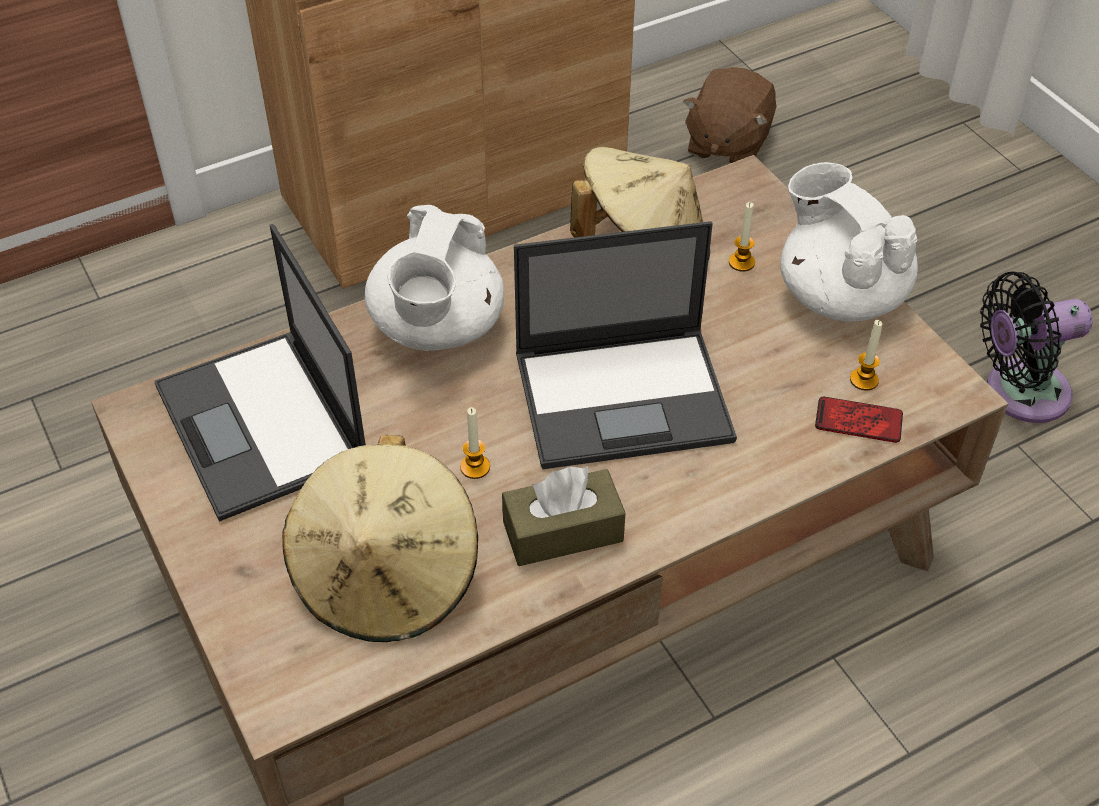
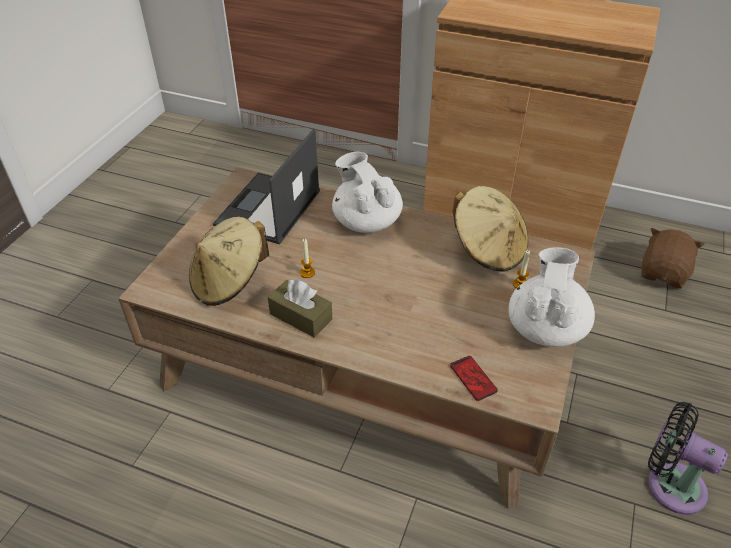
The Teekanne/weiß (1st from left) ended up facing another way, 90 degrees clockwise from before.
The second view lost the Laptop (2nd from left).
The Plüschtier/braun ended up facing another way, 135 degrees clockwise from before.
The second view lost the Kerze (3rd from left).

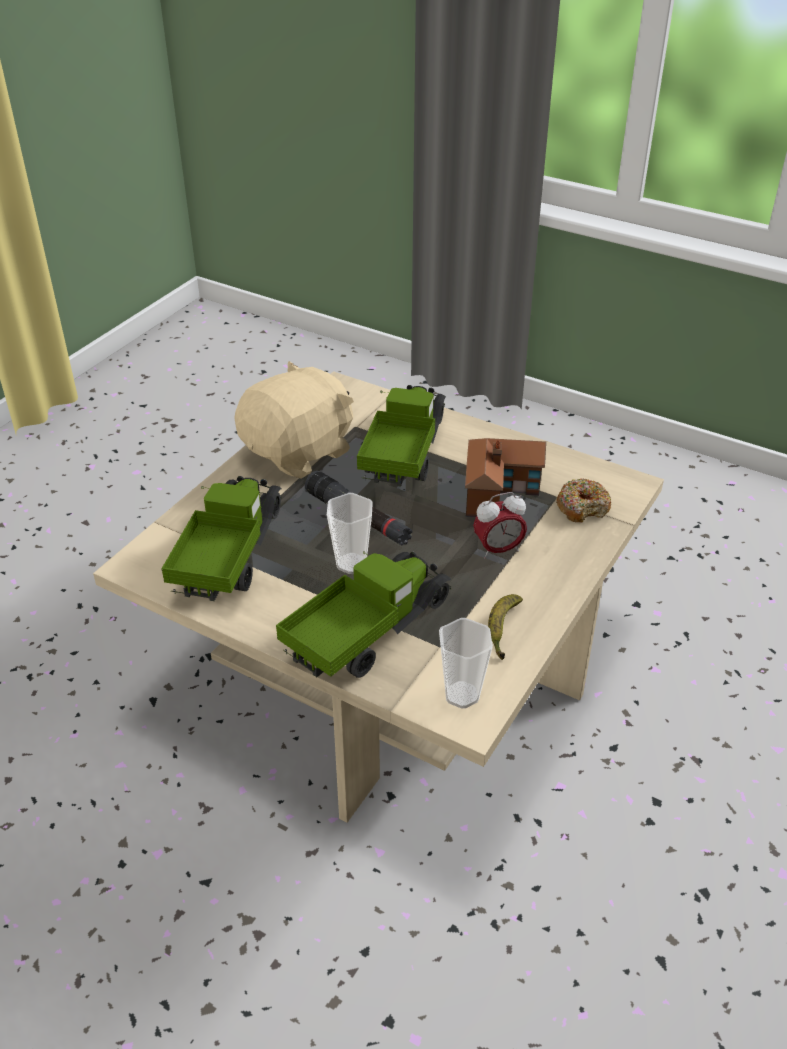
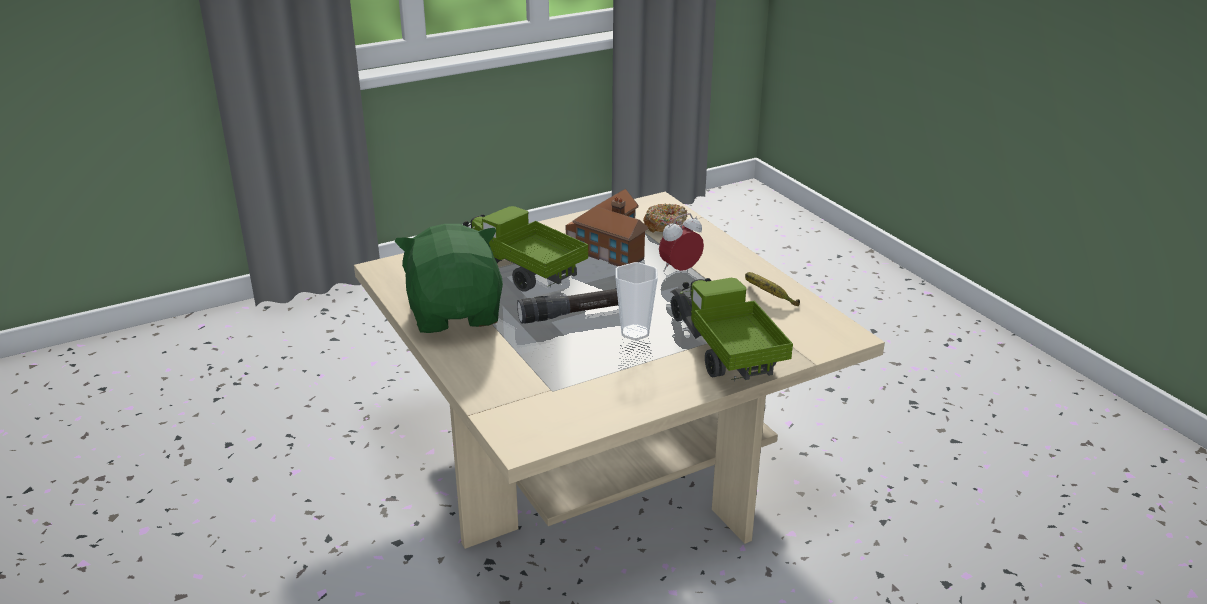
The second view lost the Spielzeuglaster (1st from left).
What was the Plüschtier/beige turned into the Plüschtier/grün.
The second view lost the Tasse (2nd from left).
The Wecker ended up facing another way, 135 degrees counterclockwise from before.

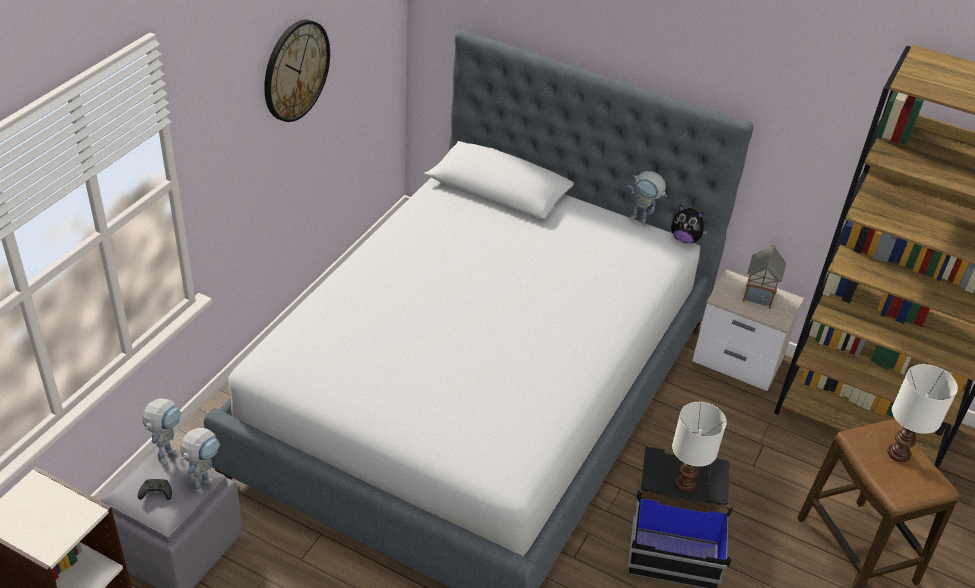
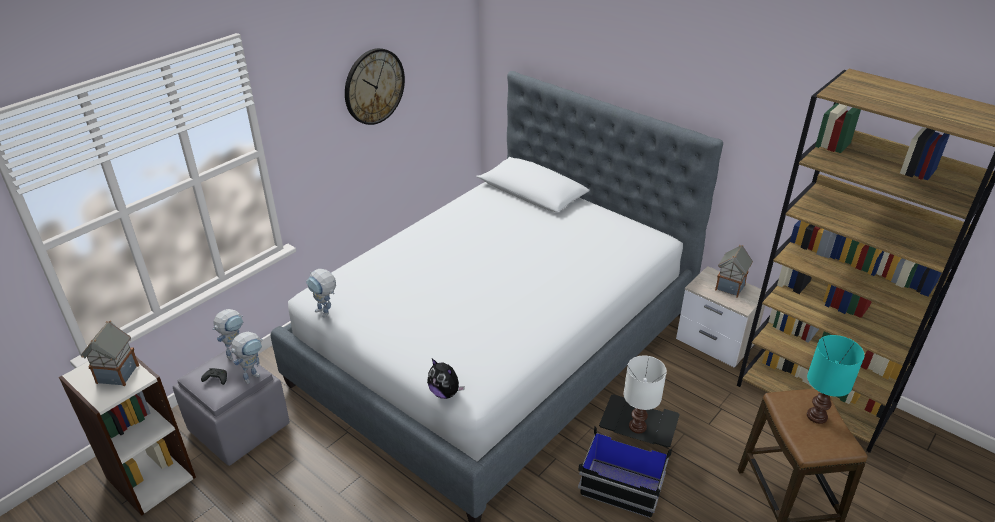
The Spielzeugroboter (3rd from left) ended up elsewhere.
The Plüschtier ended up elsewhere.
What was the Tischlampe/weiß (2nd from left) turned into the Tischlampe/türkis.
The second view gained the Spielzeughaus (1st from left).

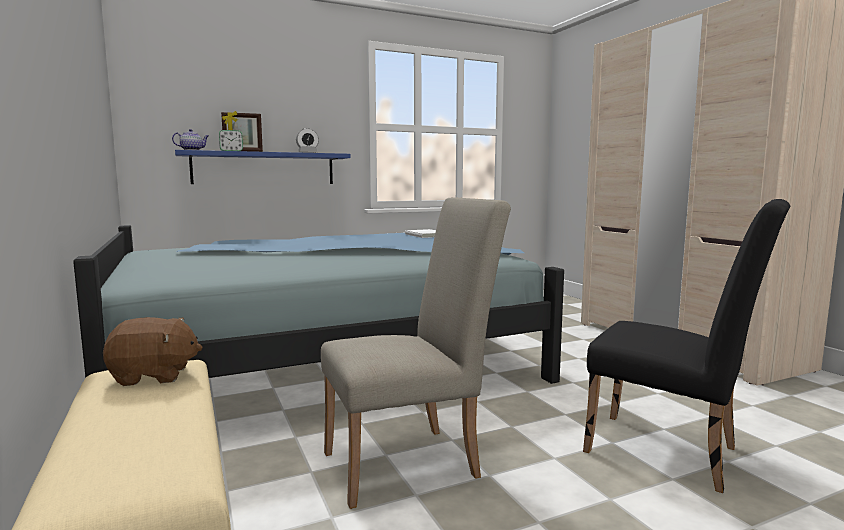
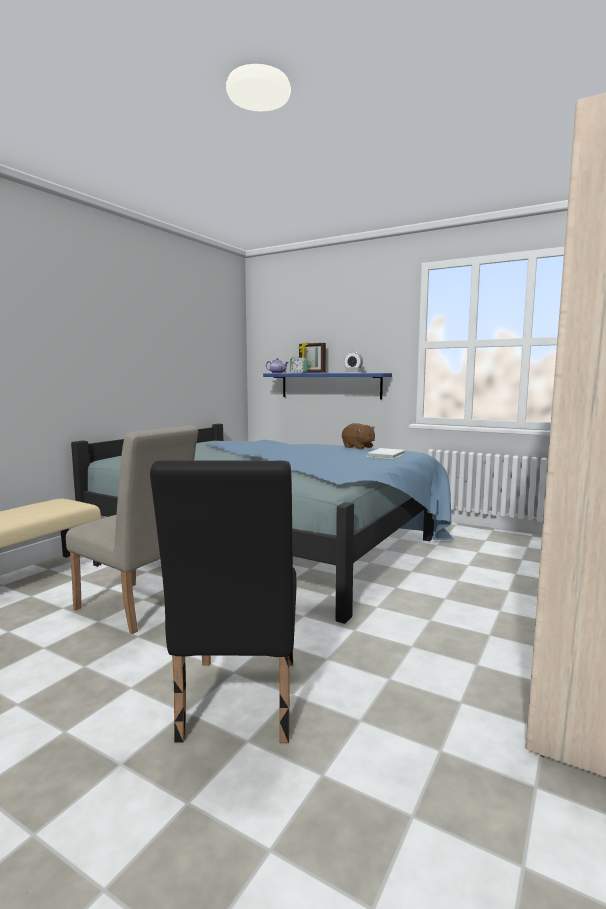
The Plüschtier/braun ended up elsewhere.

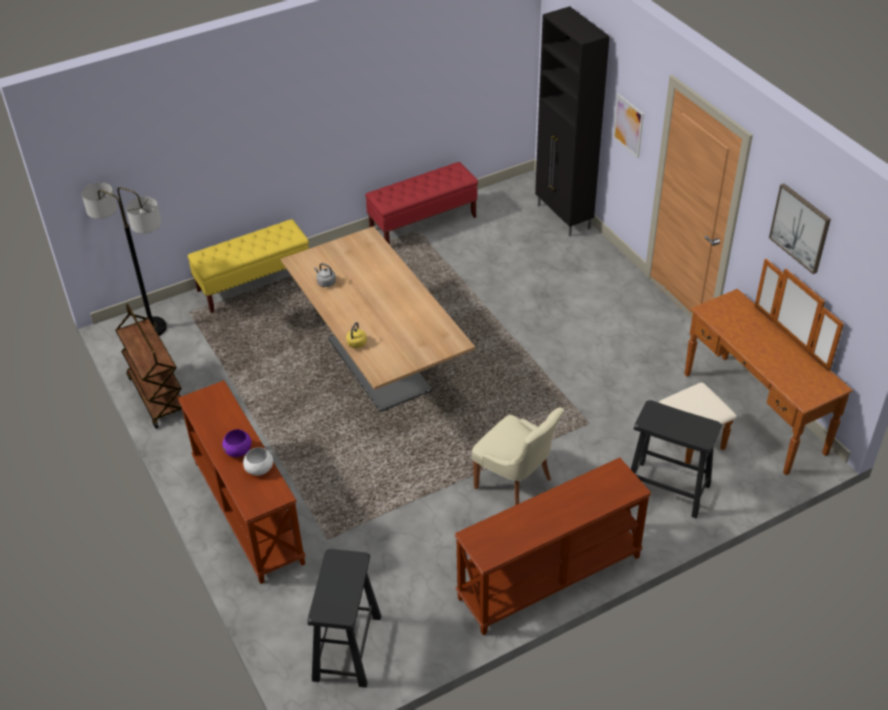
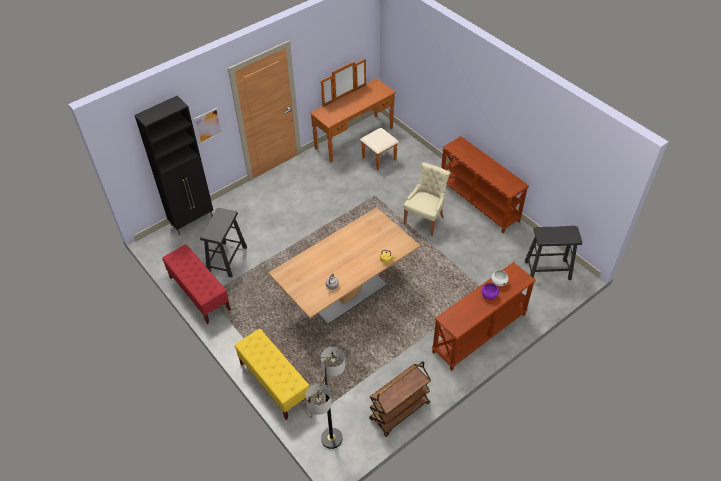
The Hocker/schwarz (2nd from left in the first image) ended up elsewhere.
The second view lost the Bild (2nd from left).

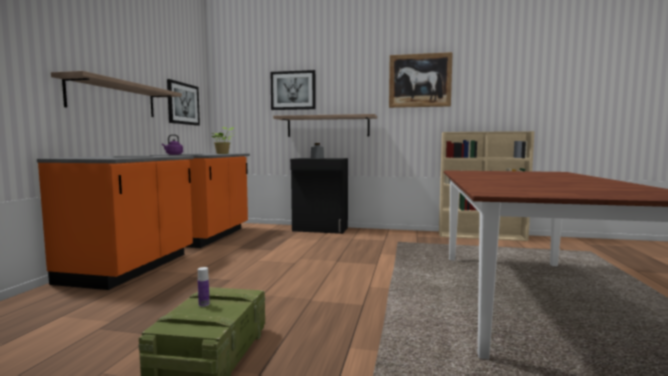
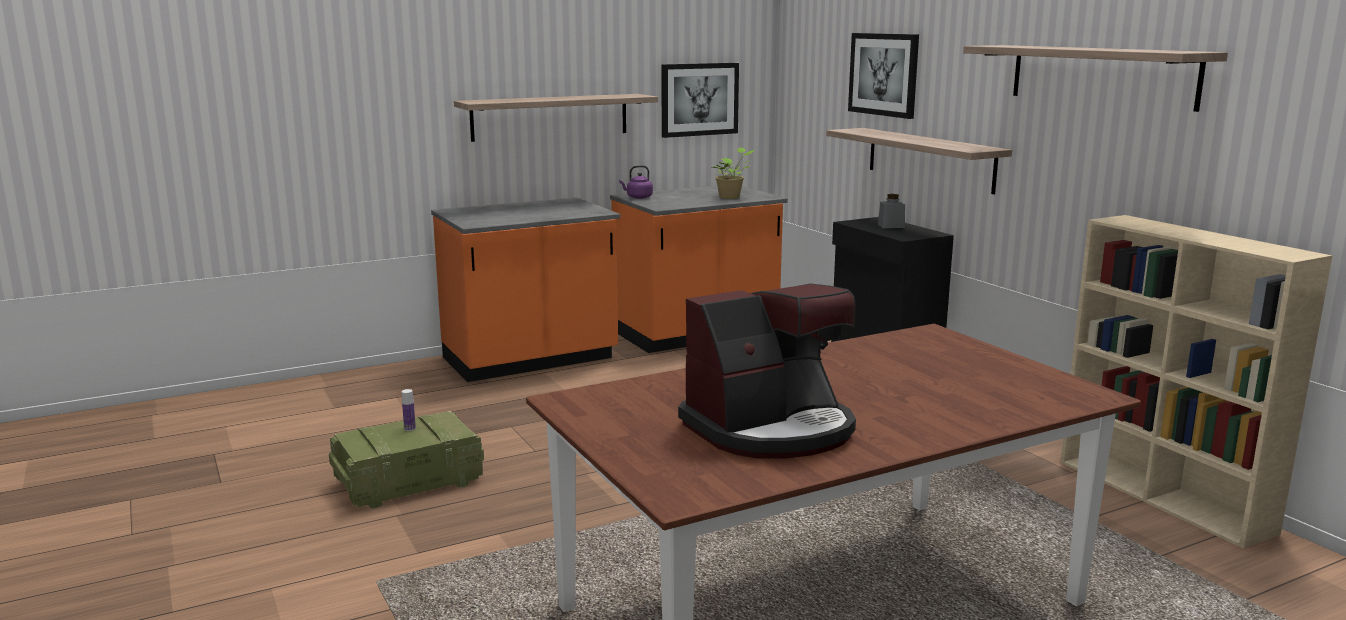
Where the Bild (3rd from left) hung, the Wandregal (3rd from left) came to hang.
The second view gained the Kaffeemaschine.

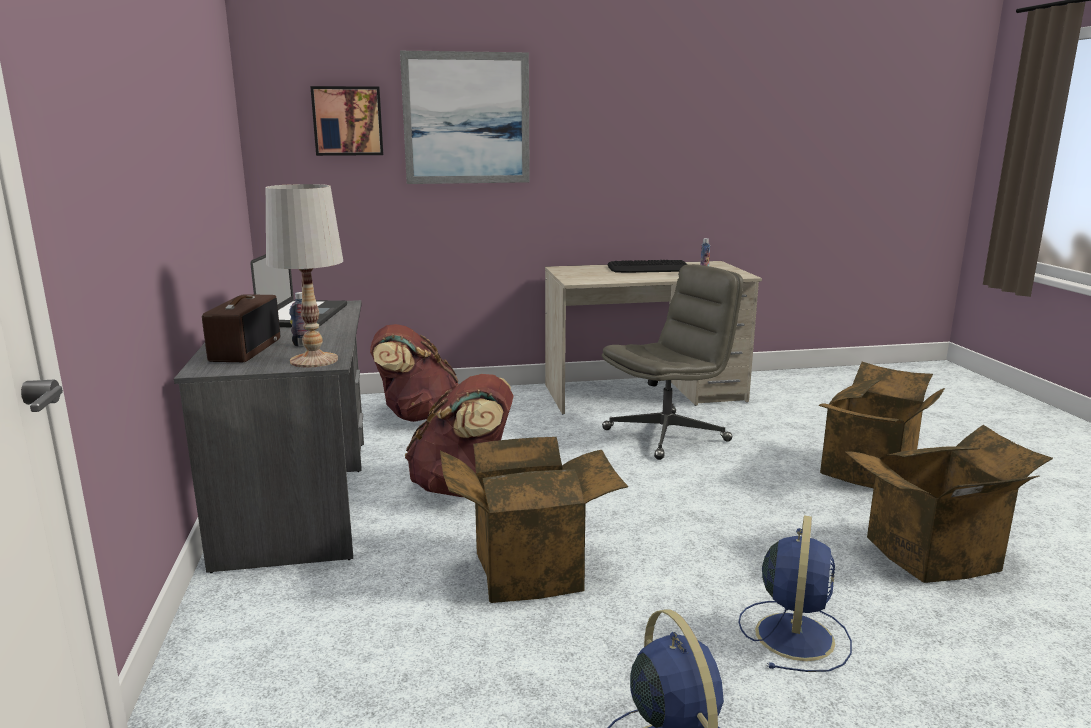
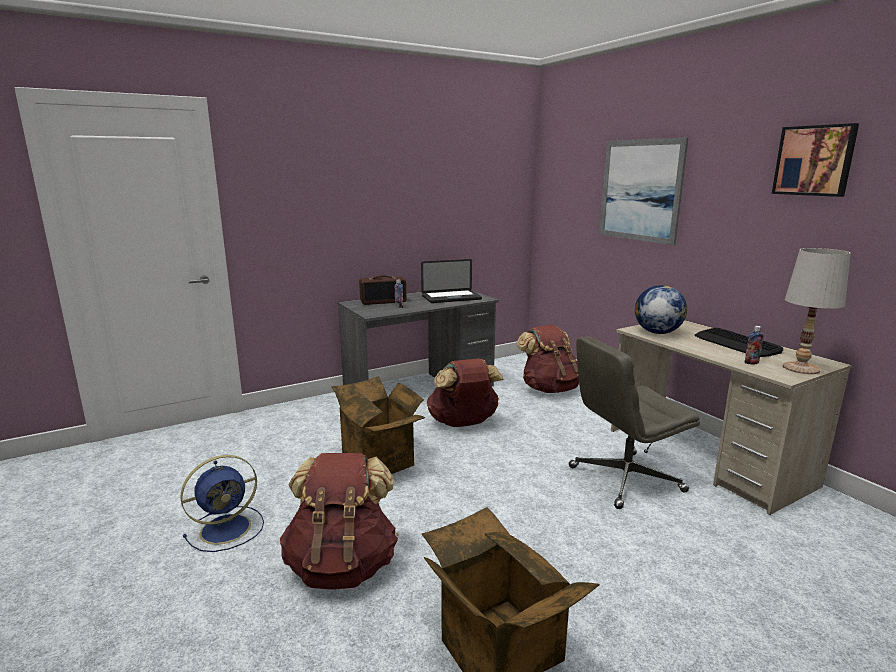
The Tischlampe/weiß ended up elsewhere.
The Bild (1st from left in the first image) ended up elsewhere.
The Bürostuhl/grau ended up facing another way, 120 degrees clockwise from before.
Where the Ventilator/blau (2nd from left) stood, the Rucksack/braun (1st from left) came to stand.
The second view lost the Karton (2nd from left).
The second view gained the Globus.

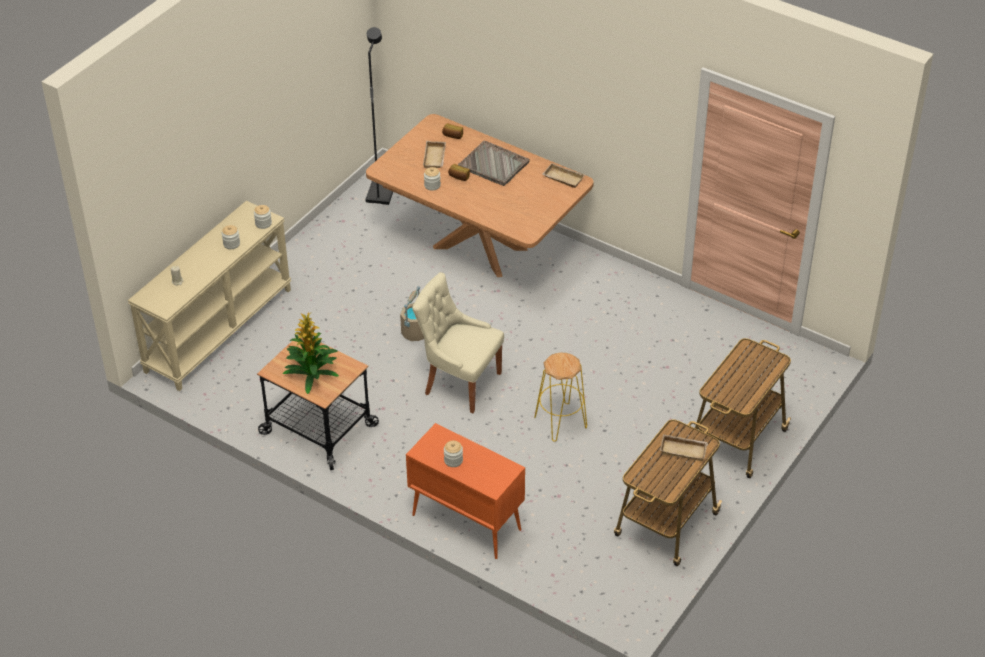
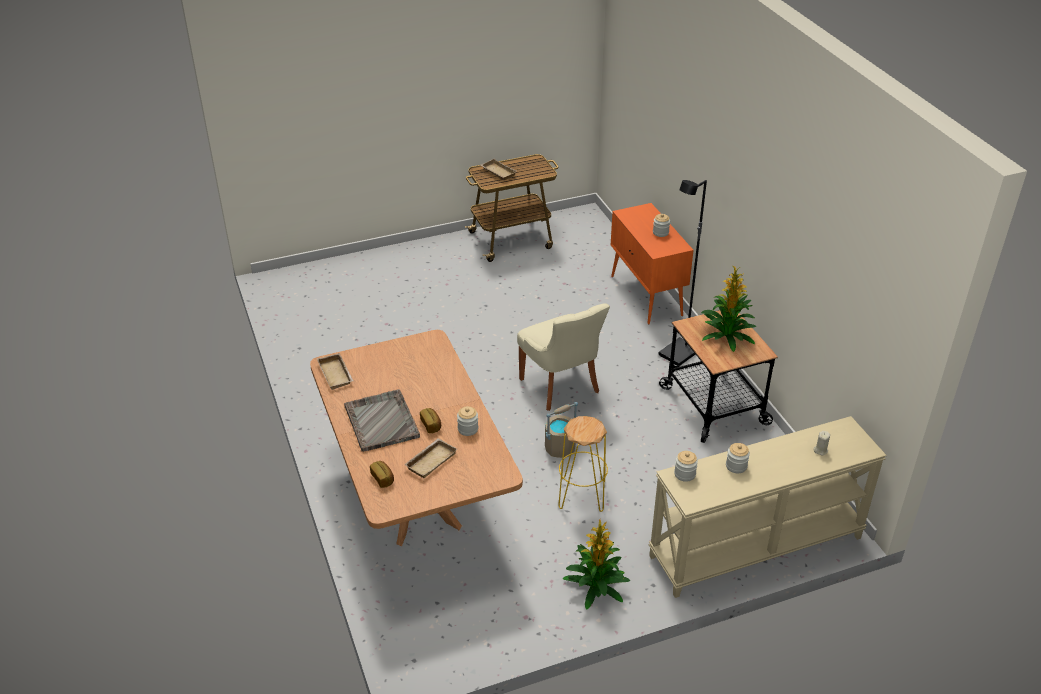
The Stehlampe/schwarz ended up elsewhere.
The Hocker/gelb ended up elsewhere.
The second view lost the Rollwagen (3rd from left).
The second view gained the Topfpflanze (1st from left).

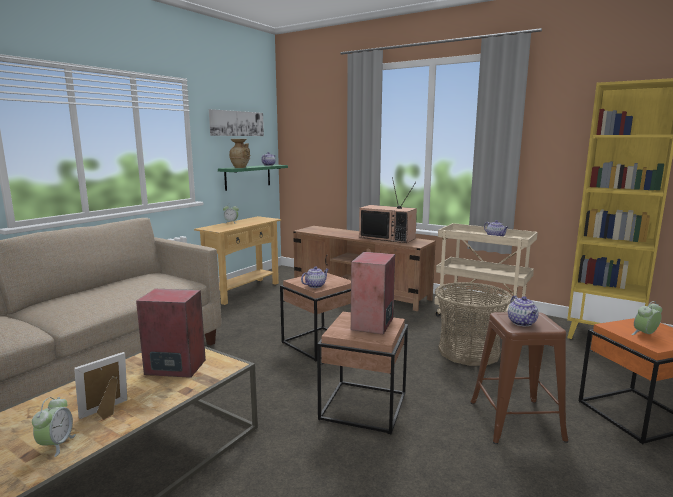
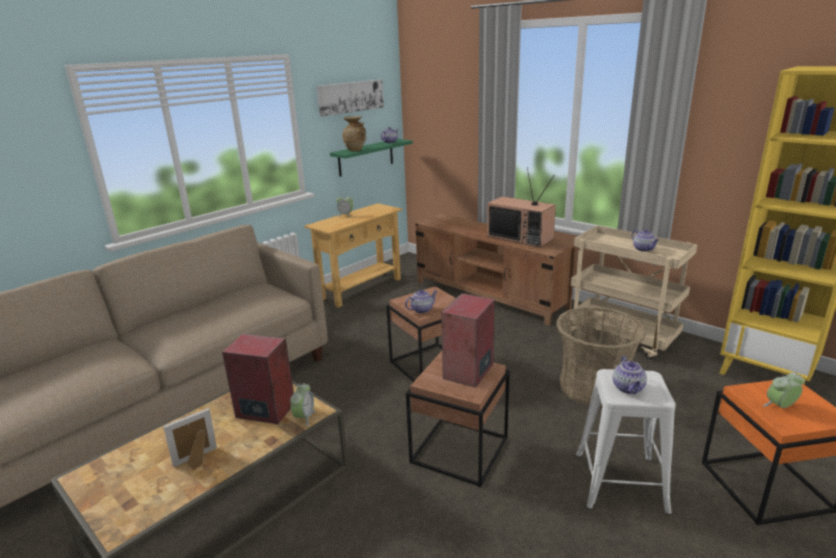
The Wecker (1st from left) ended up elsewhere.
What was the Hocker/braun turned into the Hocker/weiß.

